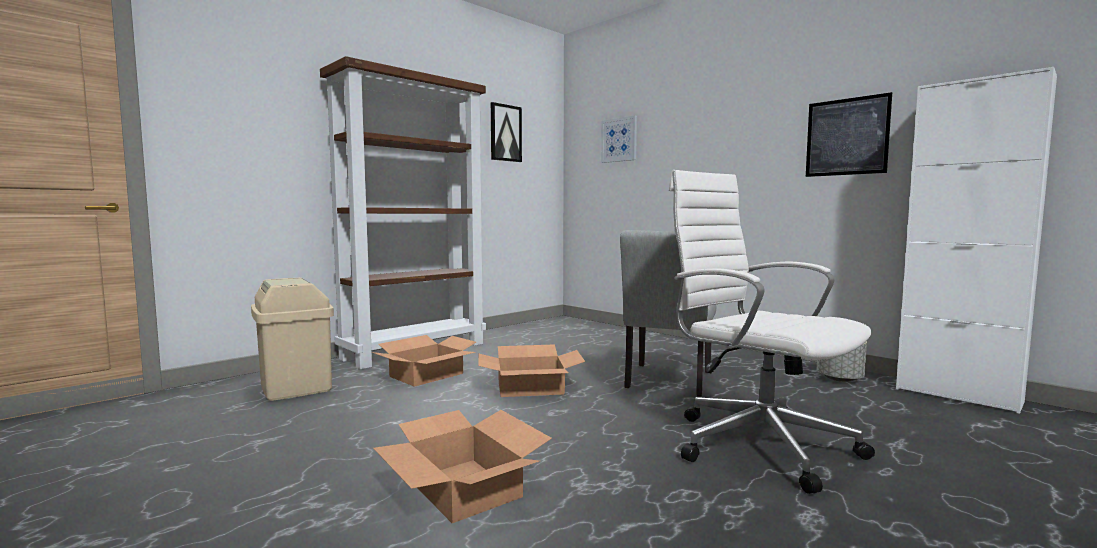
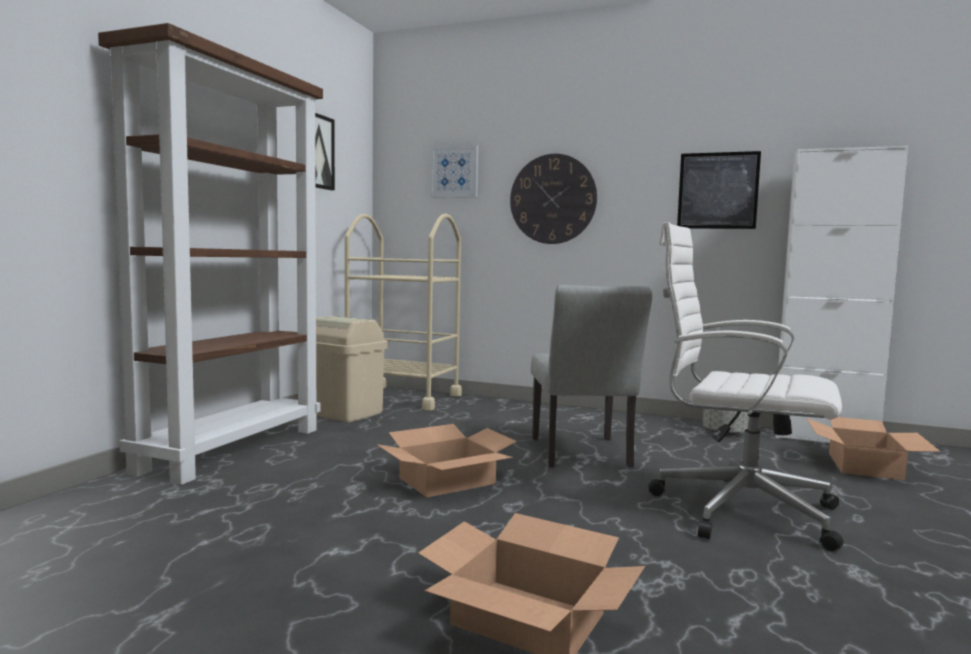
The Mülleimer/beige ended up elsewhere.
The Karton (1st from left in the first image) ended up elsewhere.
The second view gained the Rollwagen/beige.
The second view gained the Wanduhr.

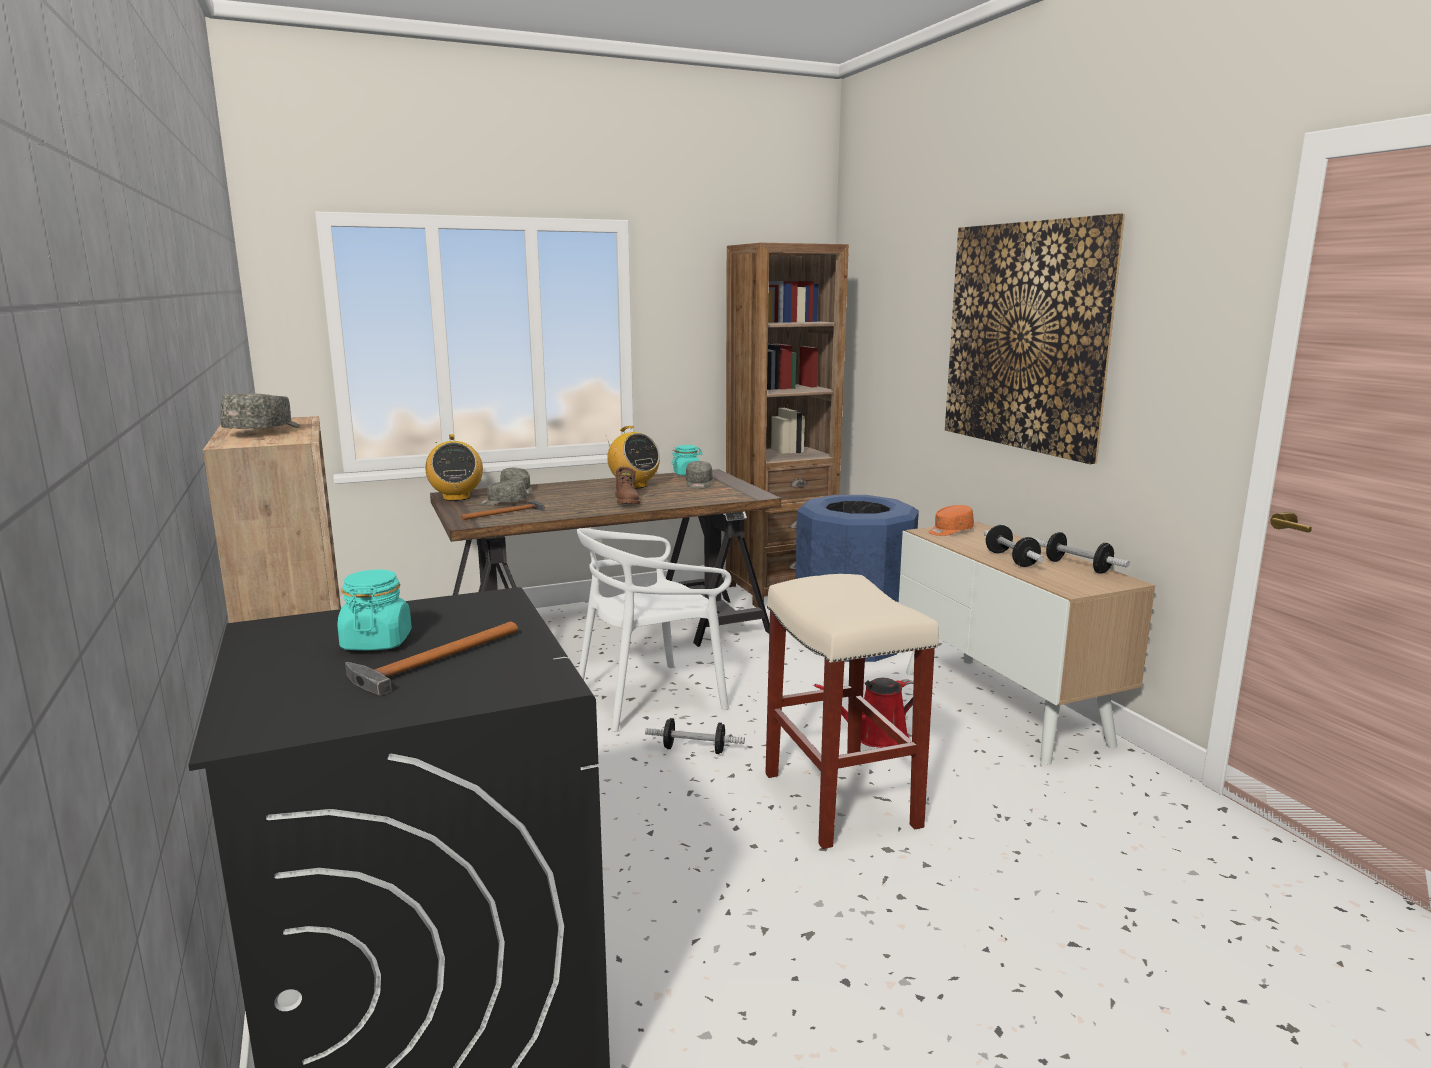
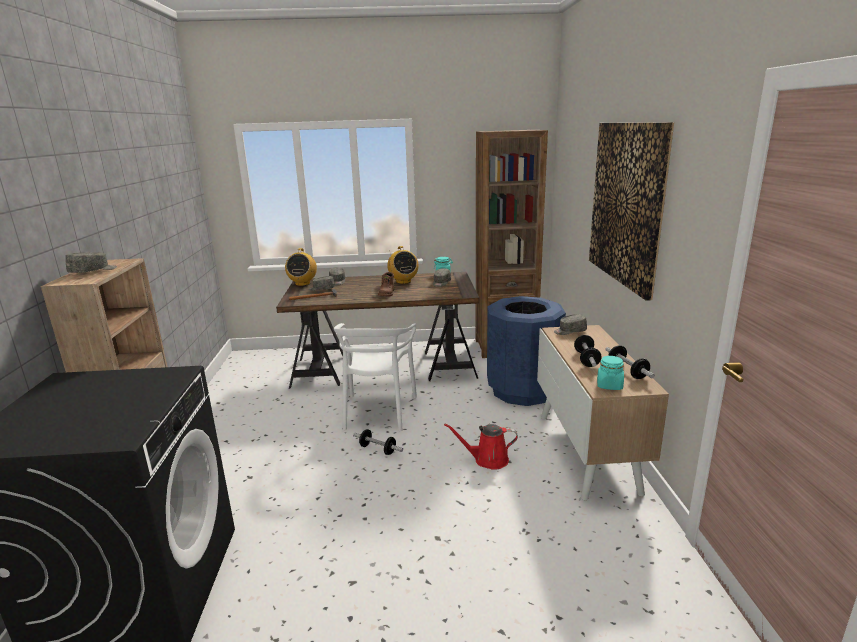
The Vorratsglas/türkis (1st from left in the first image) ended up elsewhere.
The second view lost the Hammer (1st from left).
The Stuhl/weiß ended up facing another way, 75 degrees counterclockwise from before.
The second view lost the Hocker/beige.
What was the Kappe/orange turned into the Kappe/grau (5th from left).

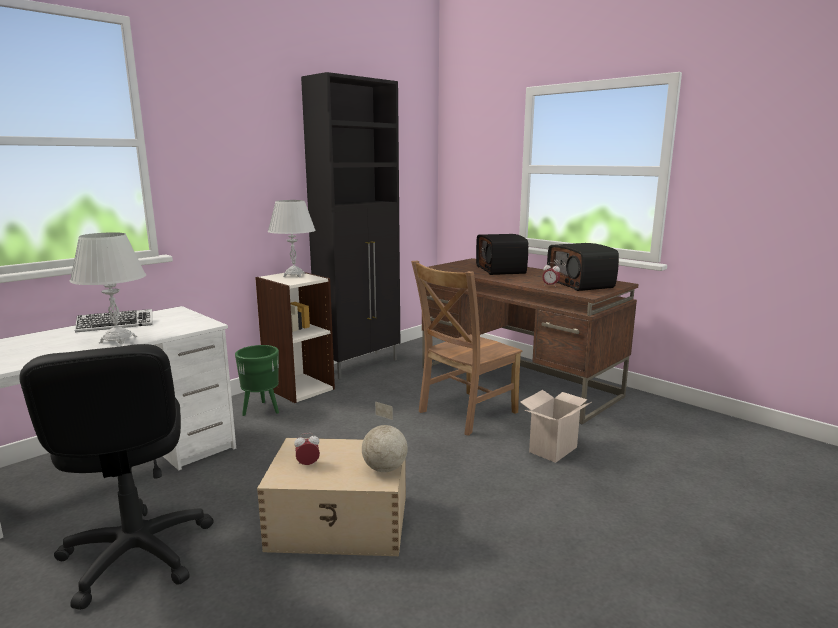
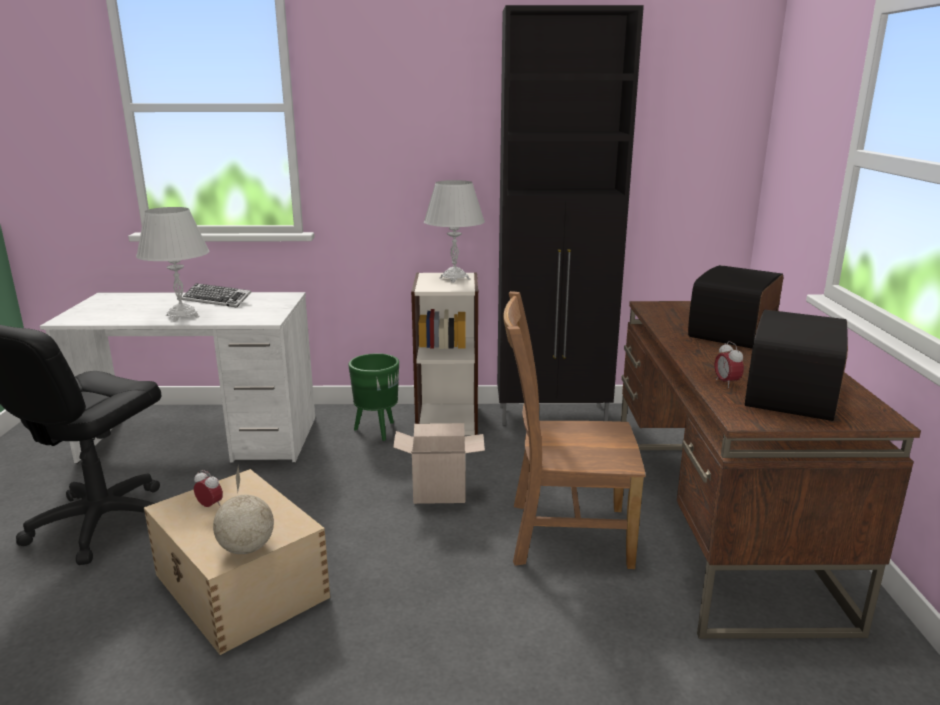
The Karton ended up elsewhere.

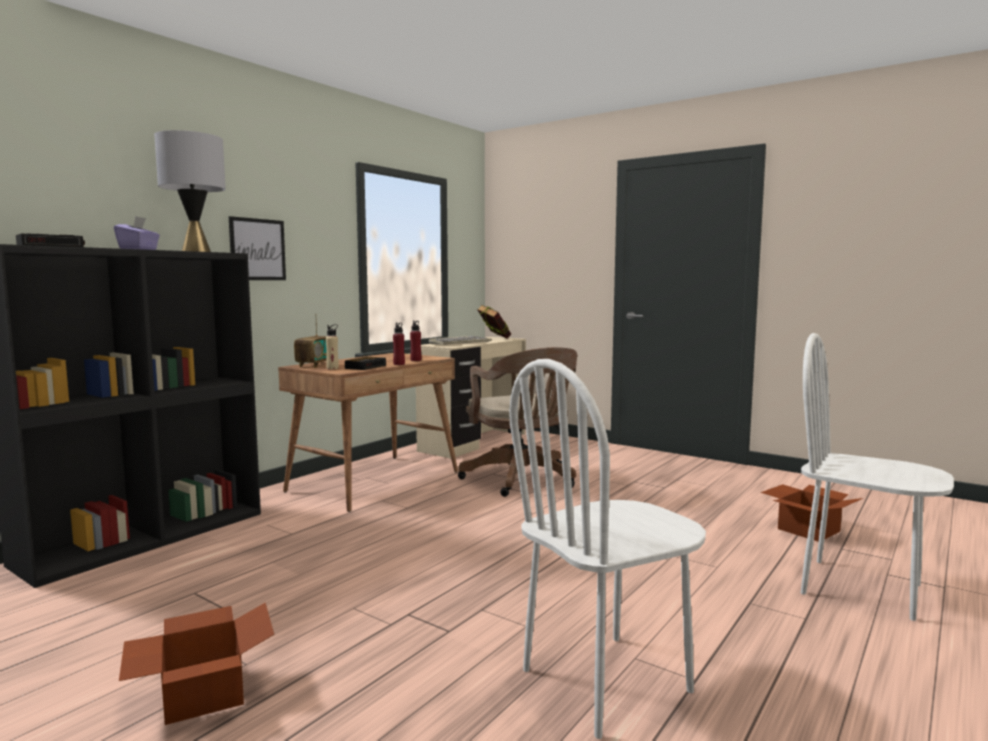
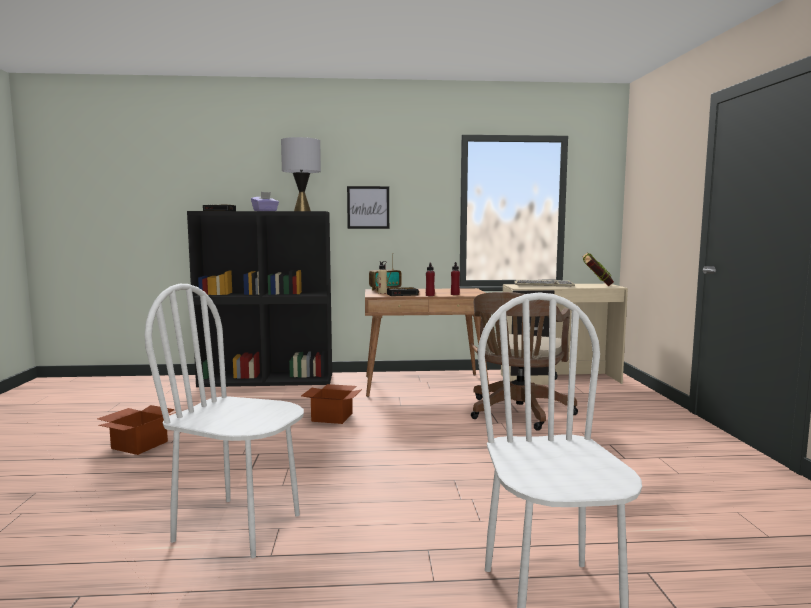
The Karton (2nd from left) ended up elsewhere.

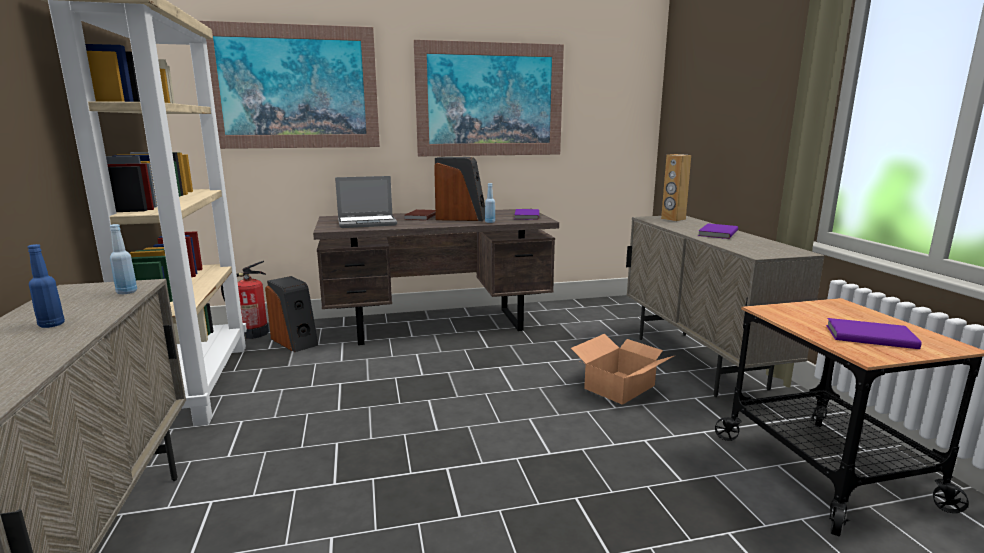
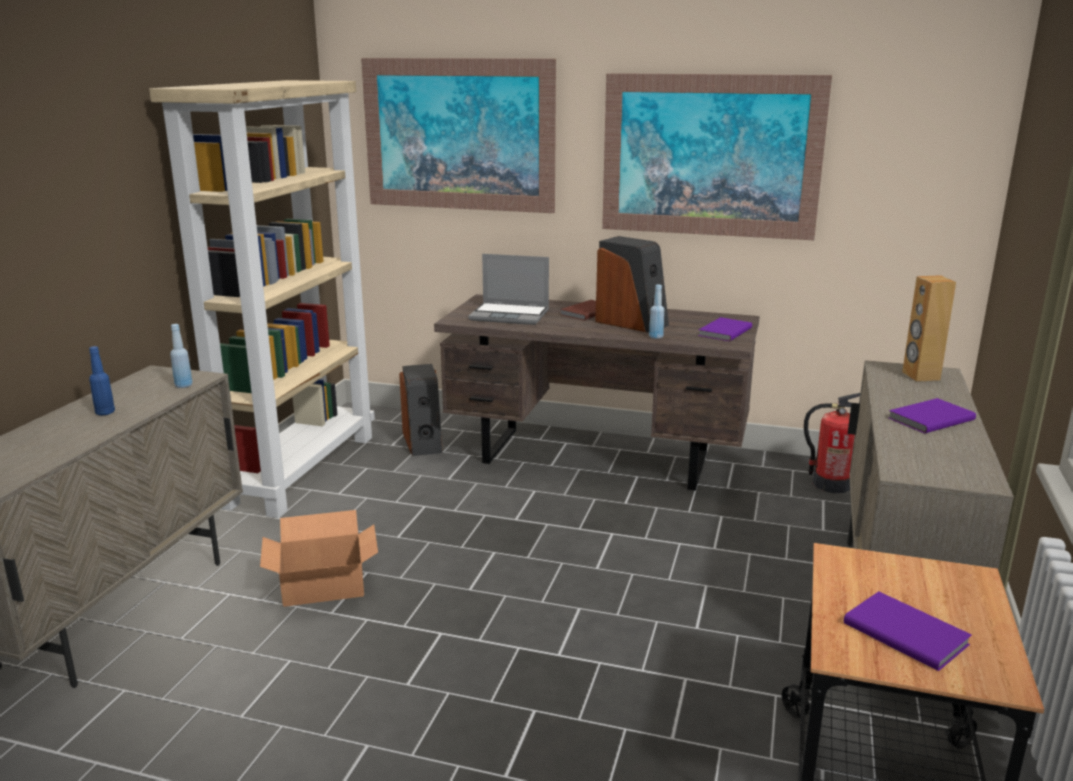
The Feuerlöscher ended up elsewhere.
The Karton ended up elsewhere.

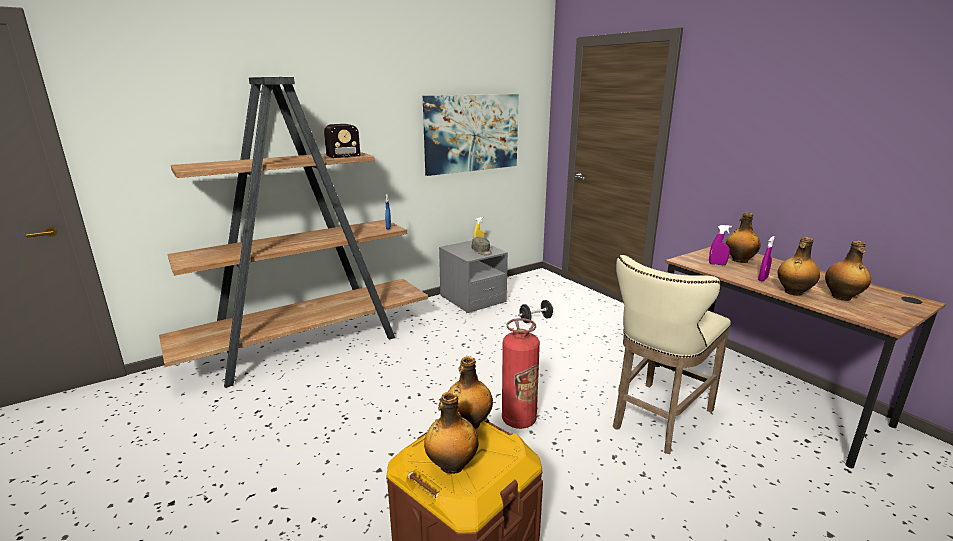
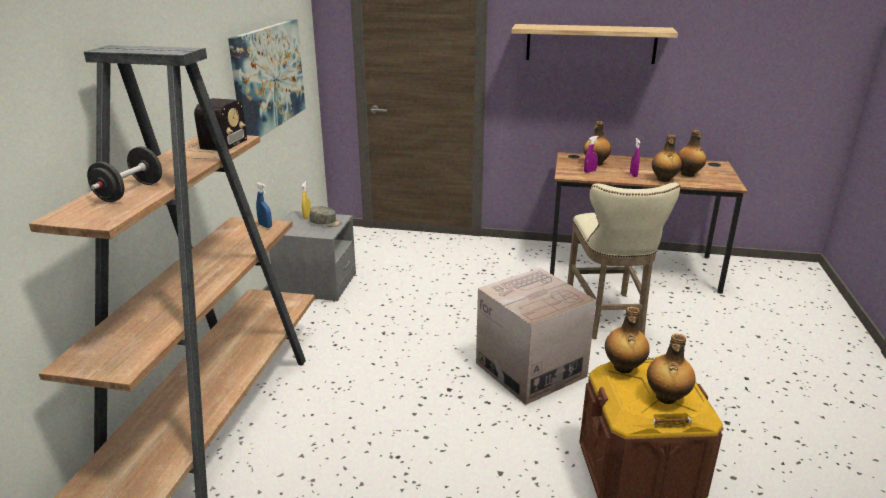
Where the Feuerlöscher stood, the Karton came to stand.
The Hantel/schwarz ended up elsewhere.
The second view gained the Wandregal.

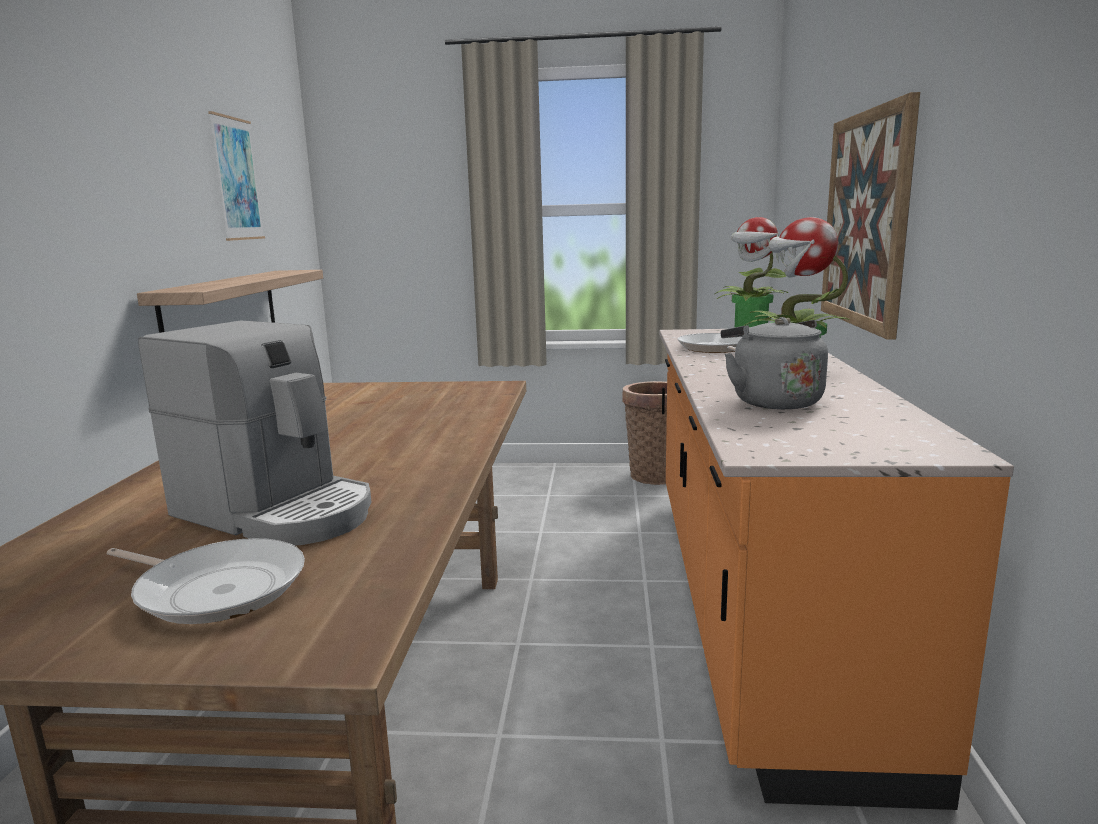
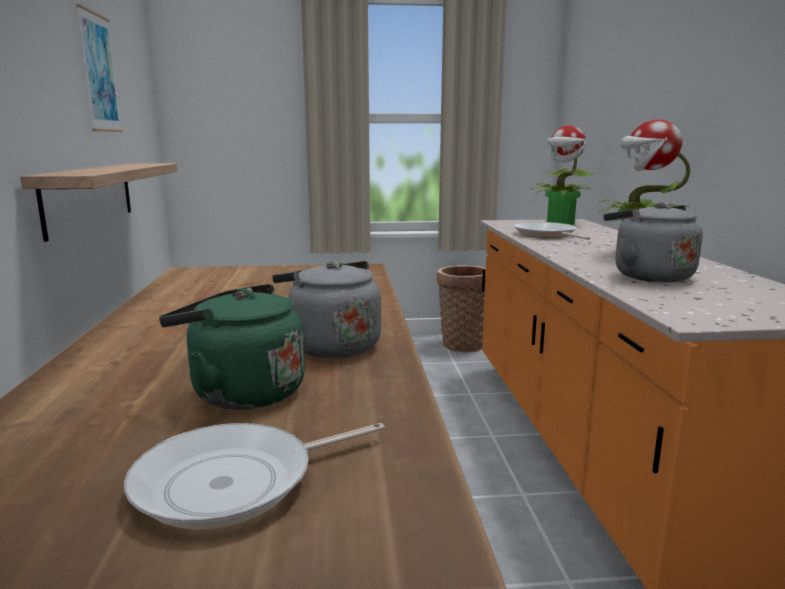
The Pfanne (1st from left) ended up facing another way, 135 degrees clockwise from before.
Where the Kaffeemaschine stood, the Wasserkessel/grün came to stand.
The second view lost the Bild (2nd from left).
The second view gained the Wasserkessel/grau (1st from left).

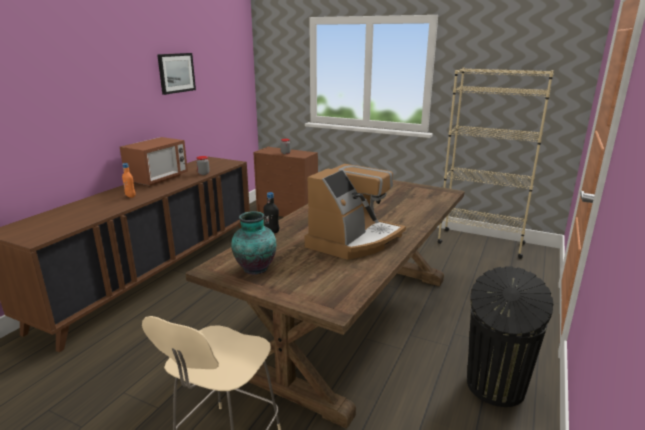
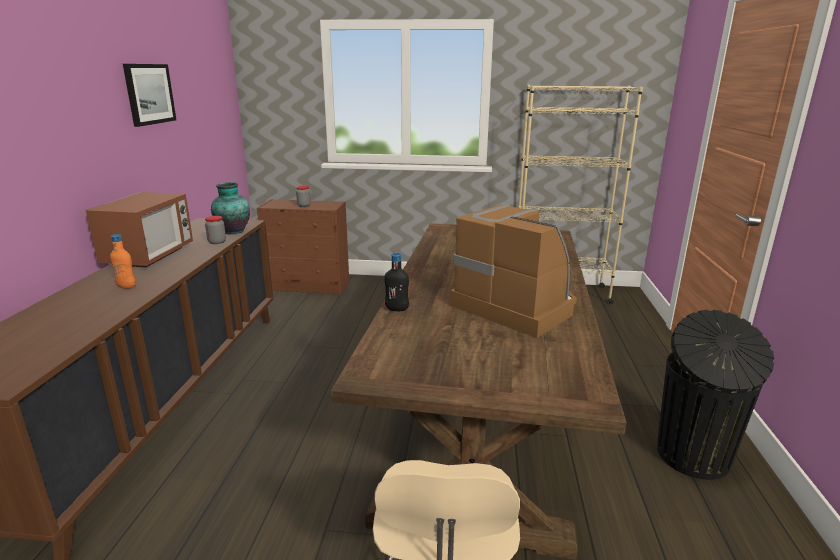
The Vase ended up elsewhere.
The Kaffeemaschine ended up facing another way, 60 degrees counterclockwise from before.

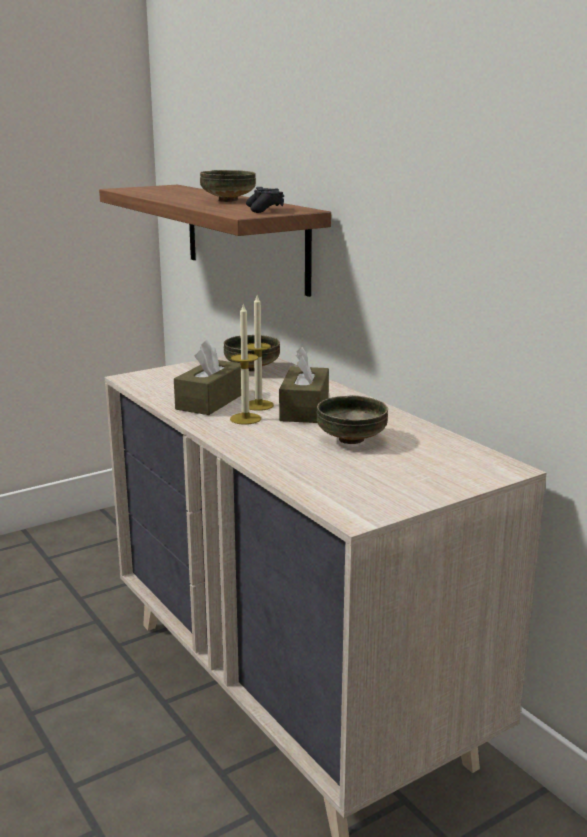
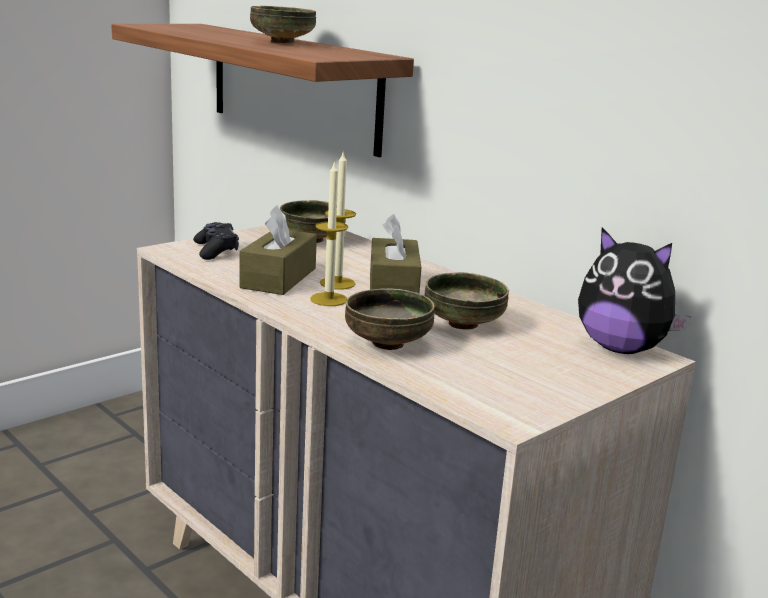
The Gamepad/schwarz ended up elsewhere.
The second view gained the Schüssel (3rd from left).
The second view gained the Plüschtier.

